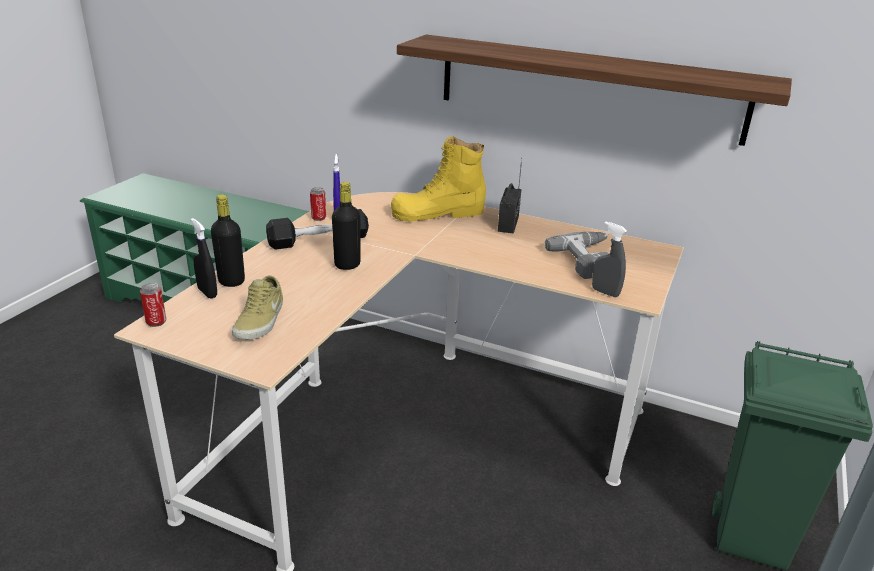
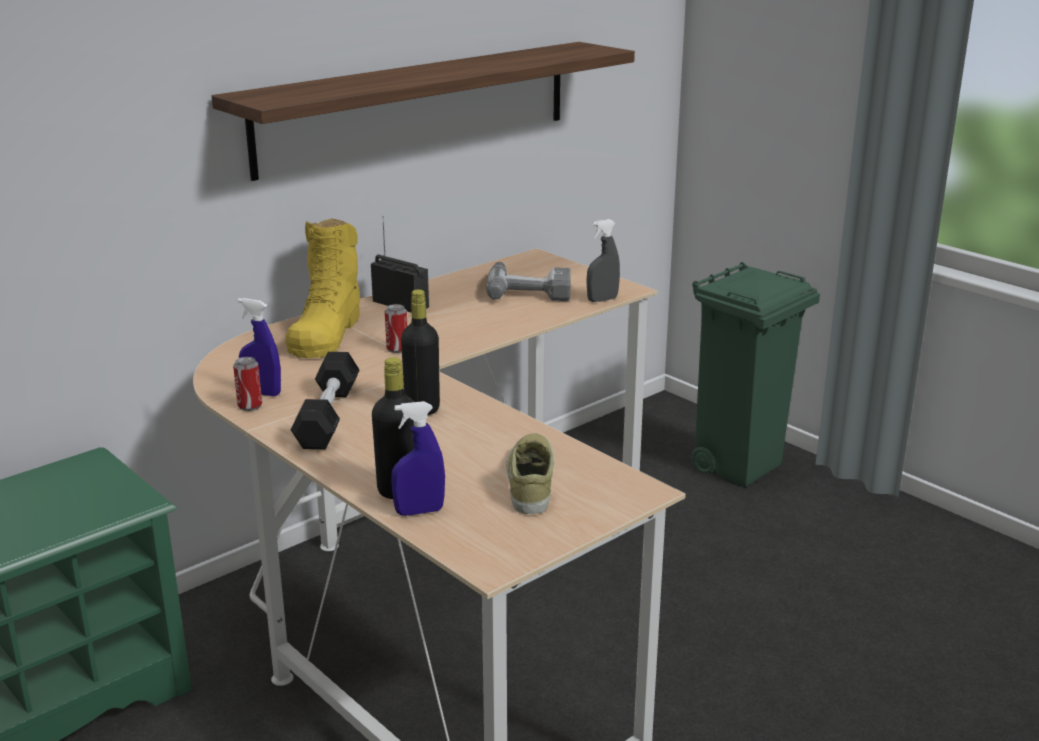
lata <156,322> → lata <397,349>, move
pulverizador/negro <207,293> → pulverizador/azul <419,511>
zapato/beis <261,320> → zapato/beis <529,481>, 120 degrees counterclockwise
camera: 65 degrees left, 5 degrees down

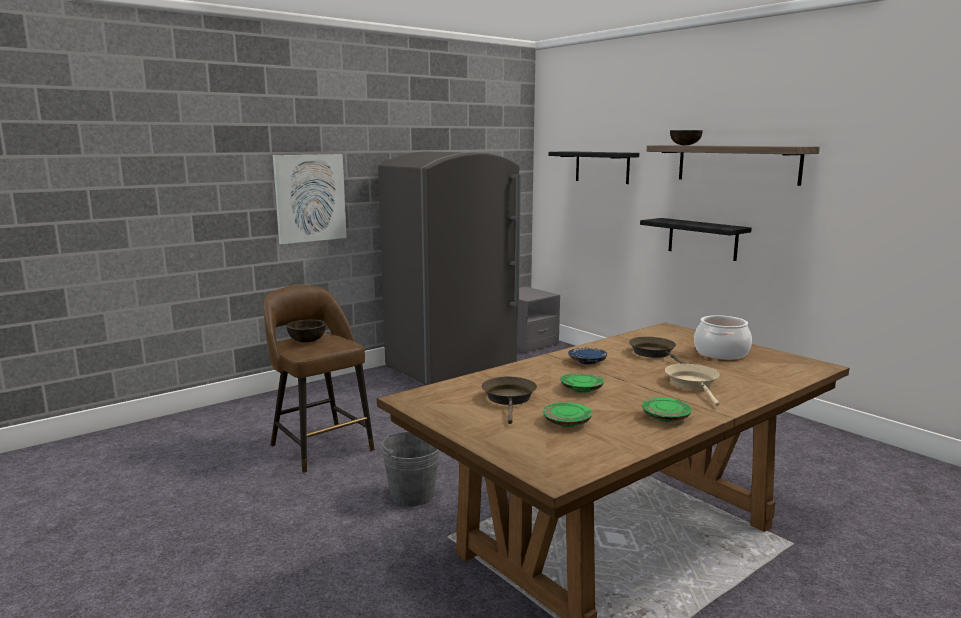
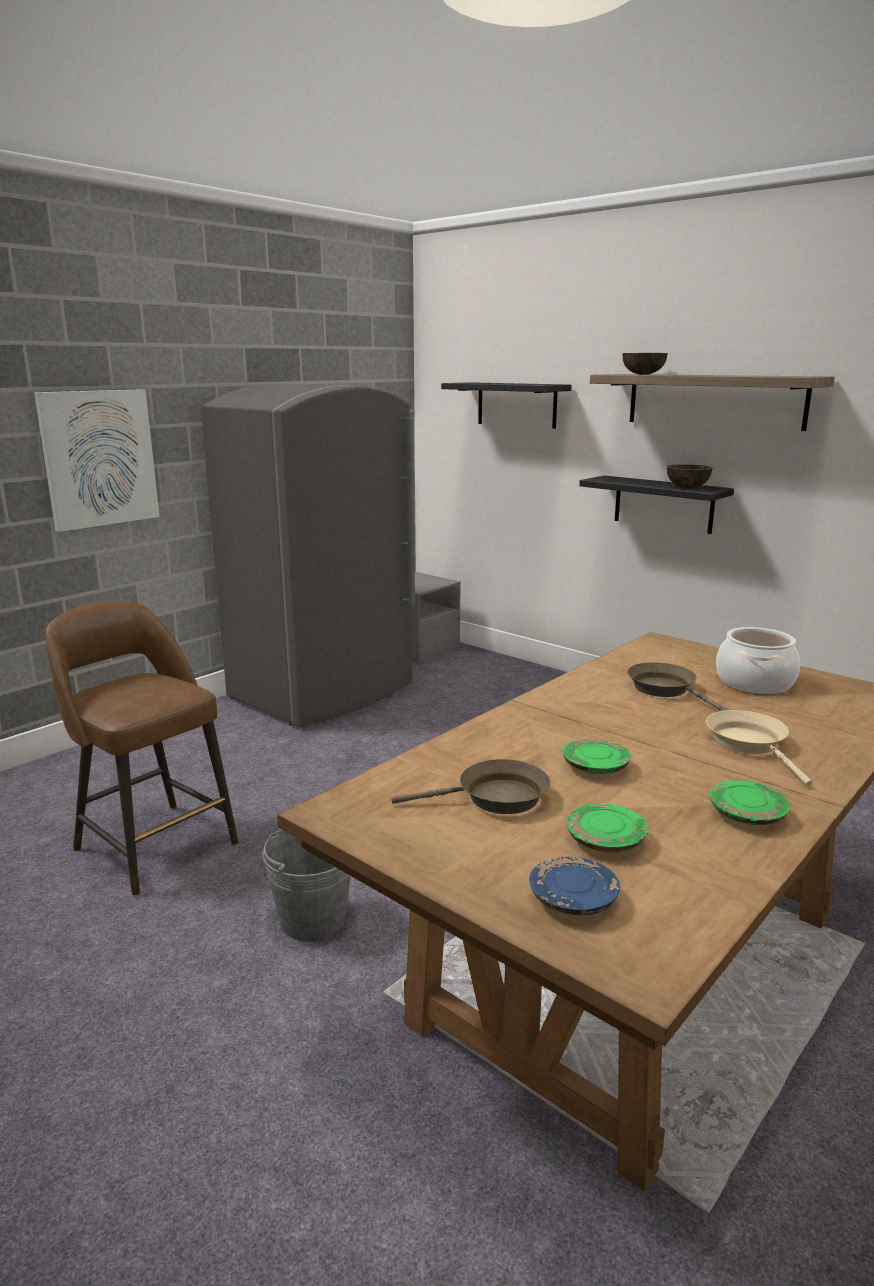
cuenco/marrón <307,341> → cuenco/marrón <687,487>, move
sartén/marrón <509,399> → sartén/marrón <495,798>, 90 degrees clockwise
plato/azul <587,361> → plato/azul <572,899>, move
camera: 10 degrees left, 5 degrees up

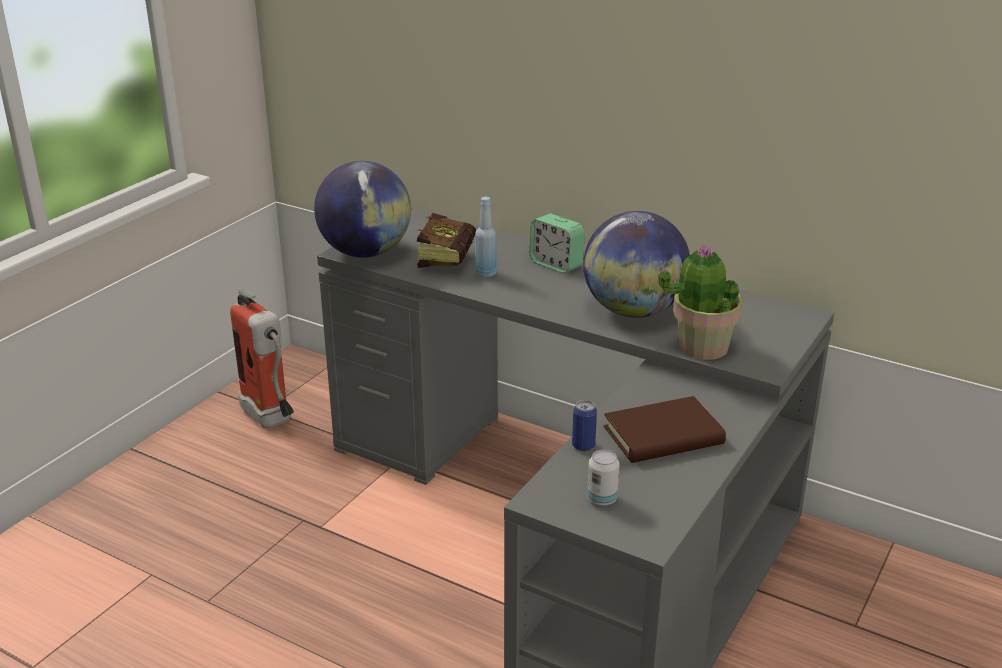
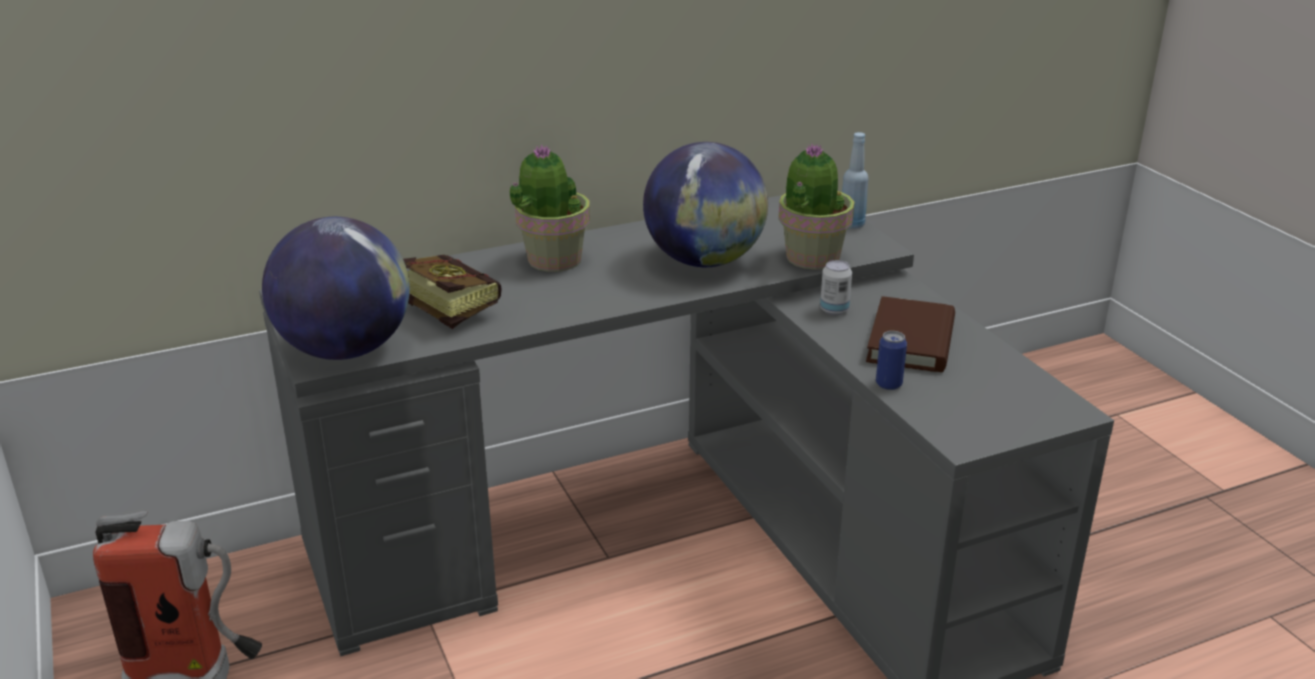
botella/azul <486,273> → botella/azul <852,225>, move
despertador <556,264> → planta en maceta <553,260>
lata <602,499> → lata <834,310>, move
camera: 55 degrees left, 0 degrees up

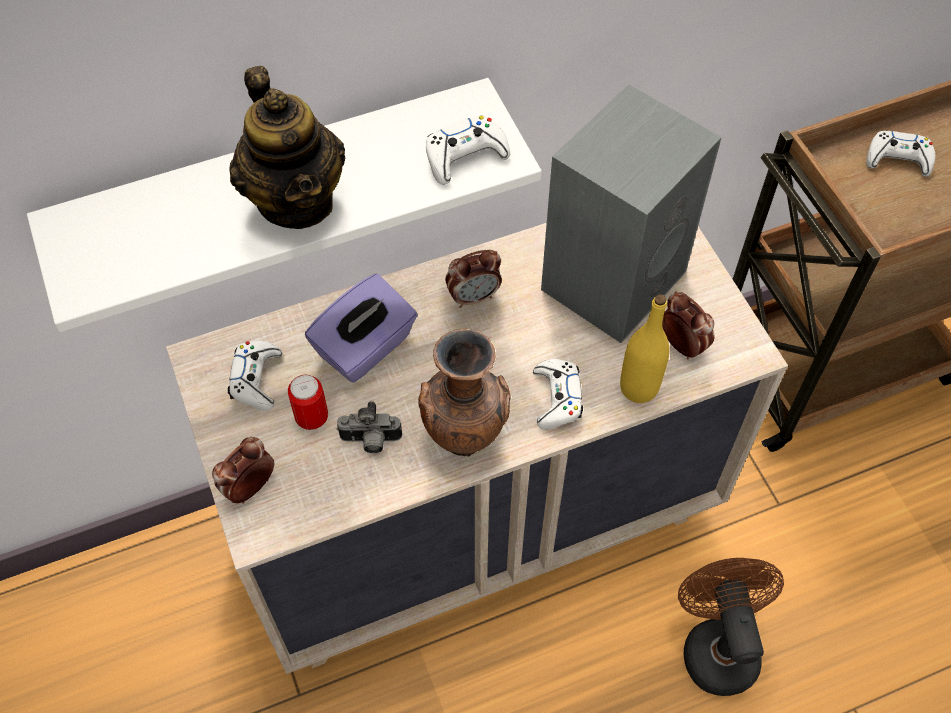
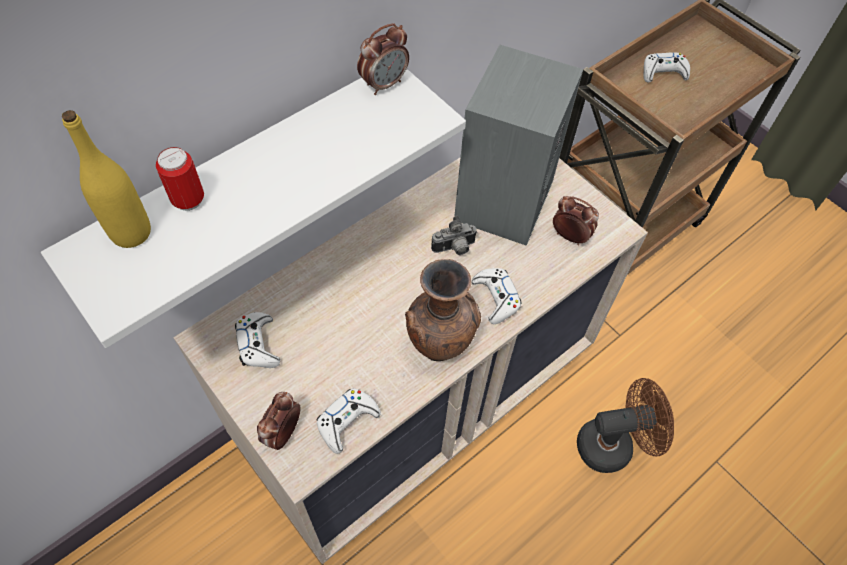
tetera <296,200> → -
lata <312,418> → lata <188,200>, move
caja de pañuelos/morado <366,347> → -
cámara <370,441> → cámara <454,249>, move
mando de consola/blanco <465,156> → mando de consola/blanco <347,422>, move
despertador <474,297> → despertador <384,84>, move
botella/amarillo <639,388> → botella/amarillo <131,232>, move
ventilador/marrón <716,645> → ventilador/marrón <613,444>, 105 degrees clockwise
camera: 20 degrees left, 0 degrees up

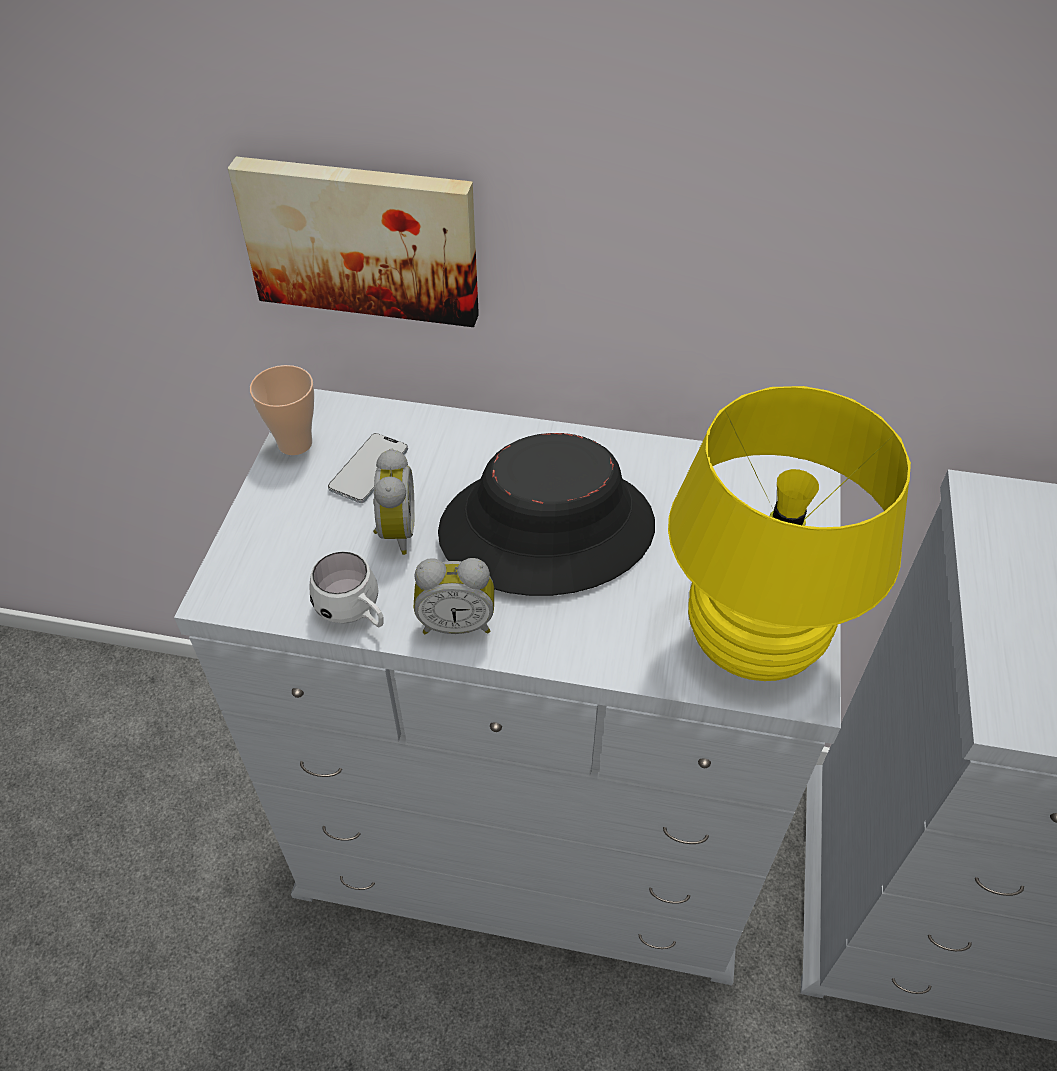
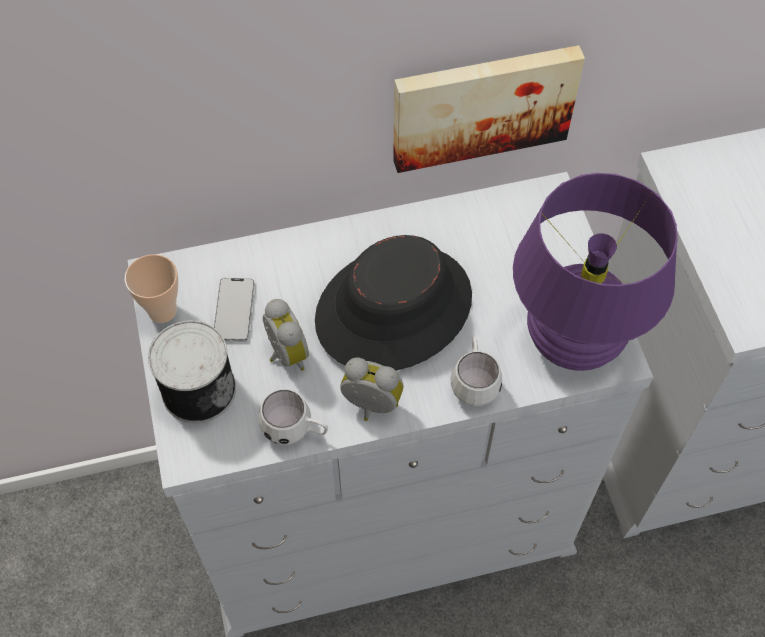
cuadro <362,238> → cuadro <482,104>, move
despertador <457,623> → despertador <370,407>, 135 degrees counterclockwise
lámpara de mesa/amarillo <751,643> → lámpara de mesa/morado <572,340>
- → lata <197,388>
- → taza grande/blanco <474,381>
camera: 25 degrees left, 10 degrees up

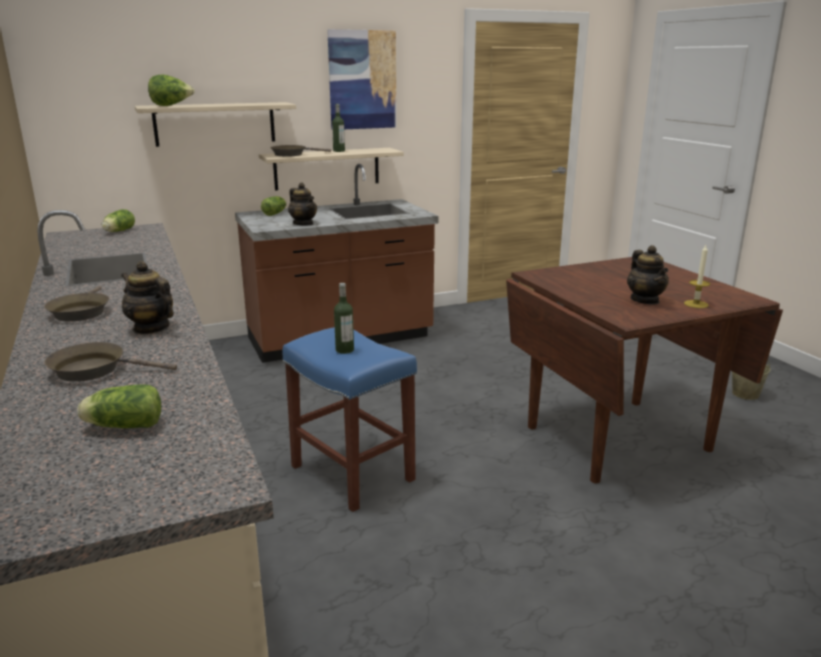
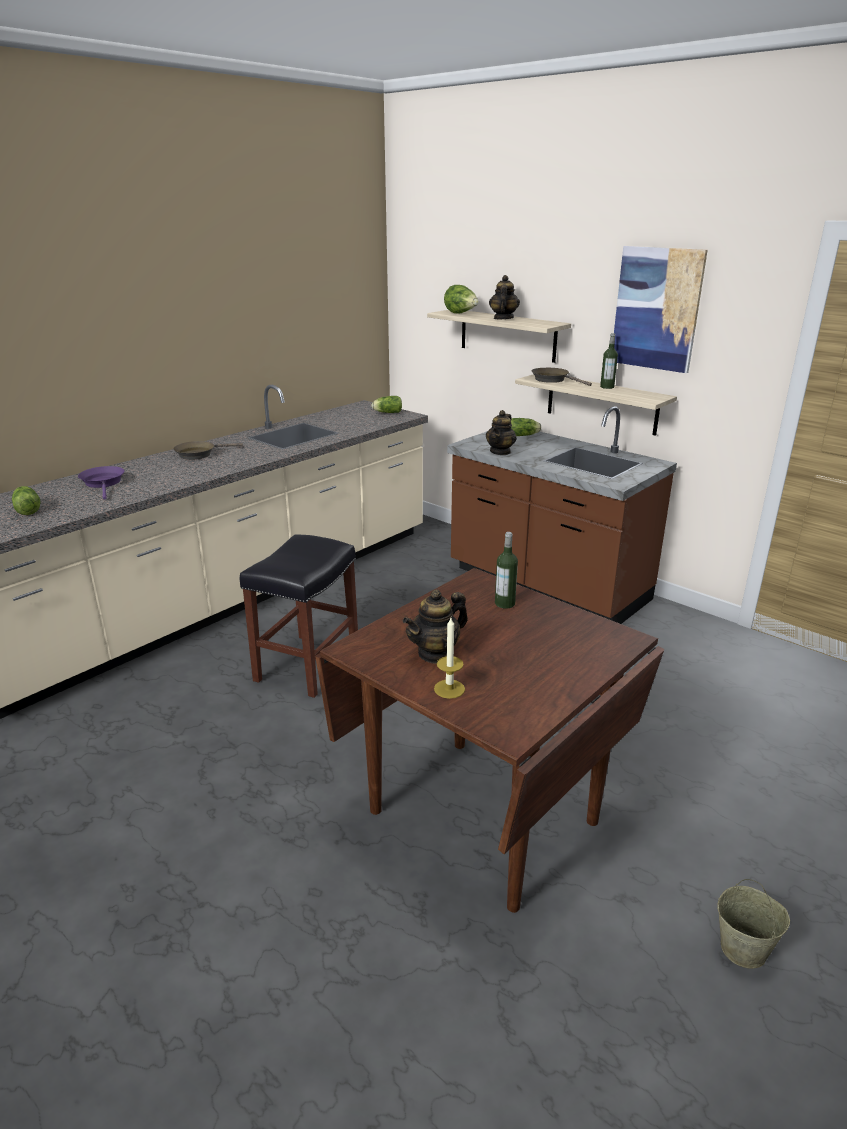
sartén/marrón <95,370> → sartén/morado <103,483>
tetera <151,328> → tetera <503,318>, move
taburete/azul <354,473> → taburete/negro <307,665>
botella <344,350> → botella <504,603>, move
camera: 65 degrees right, 5 degrees up

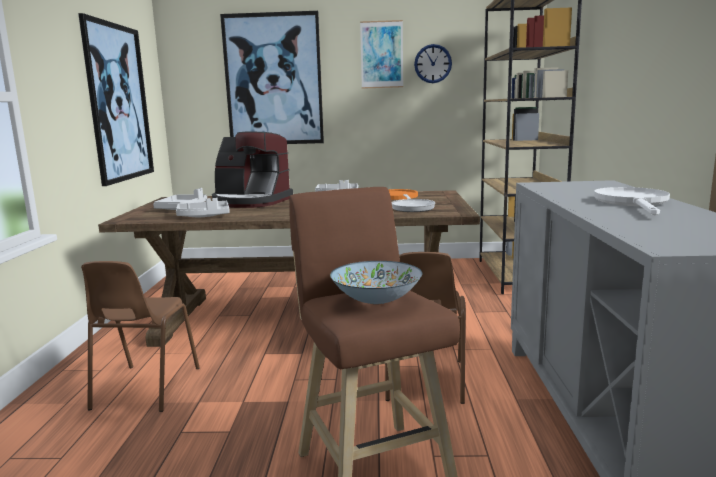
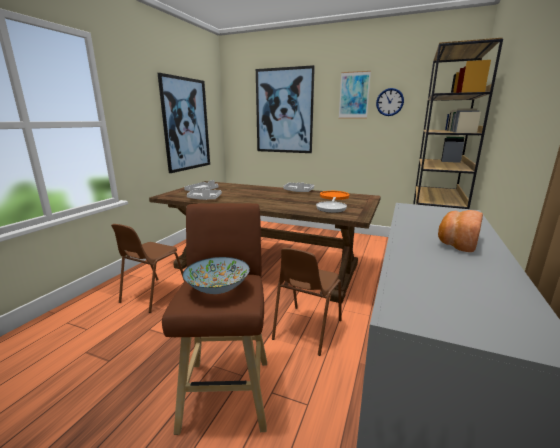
cafetera <251,201> → -
sartén/blanco <633,203> → pan <456,242>
camera: 20 degrees right, 5 degrees up

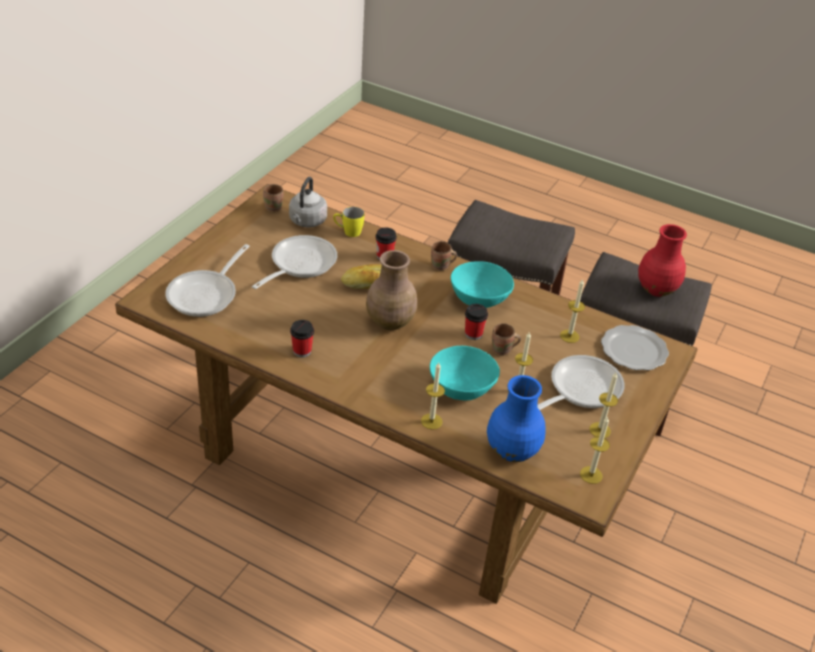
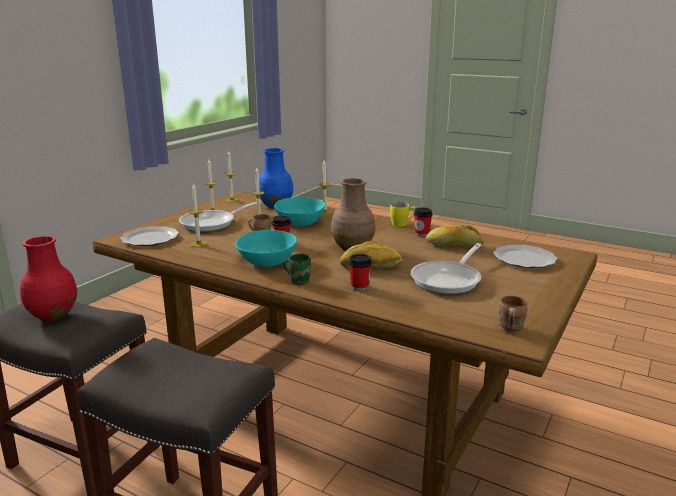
sartén <206,294> → plato <523,259>
hervidor/gris <307,222> → -
taza grande/amarillo <348,232> → taza grande/amarillo <402,224>, move
taza grande/marrón <441,267> → taza grande/verde <299,281>
- → pan <454,245>
camera: 175 degrees left, 20 degrees down

